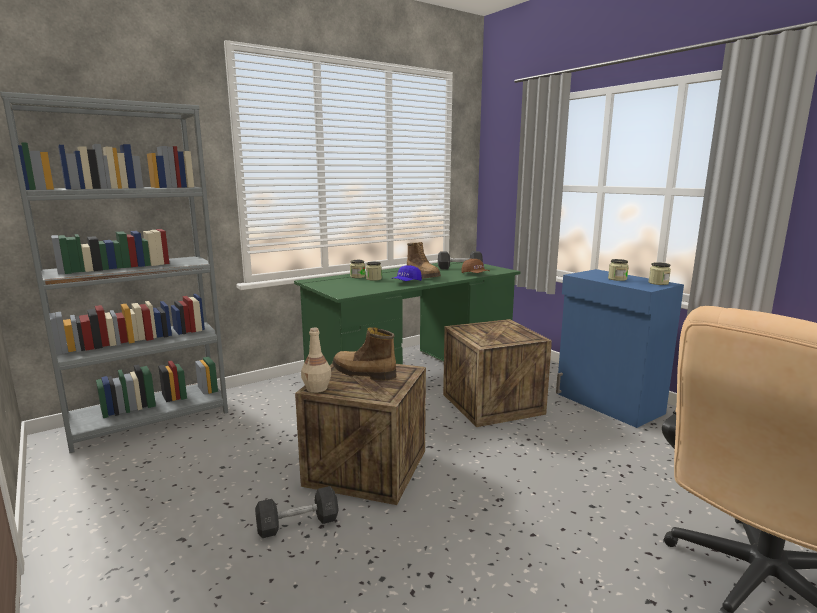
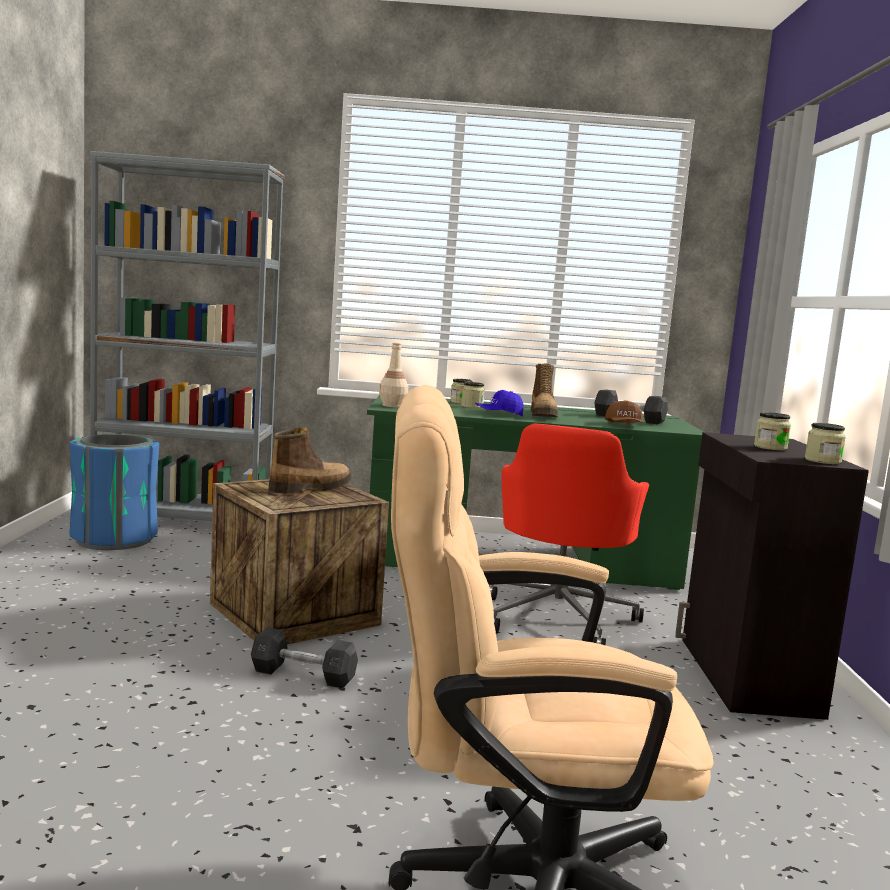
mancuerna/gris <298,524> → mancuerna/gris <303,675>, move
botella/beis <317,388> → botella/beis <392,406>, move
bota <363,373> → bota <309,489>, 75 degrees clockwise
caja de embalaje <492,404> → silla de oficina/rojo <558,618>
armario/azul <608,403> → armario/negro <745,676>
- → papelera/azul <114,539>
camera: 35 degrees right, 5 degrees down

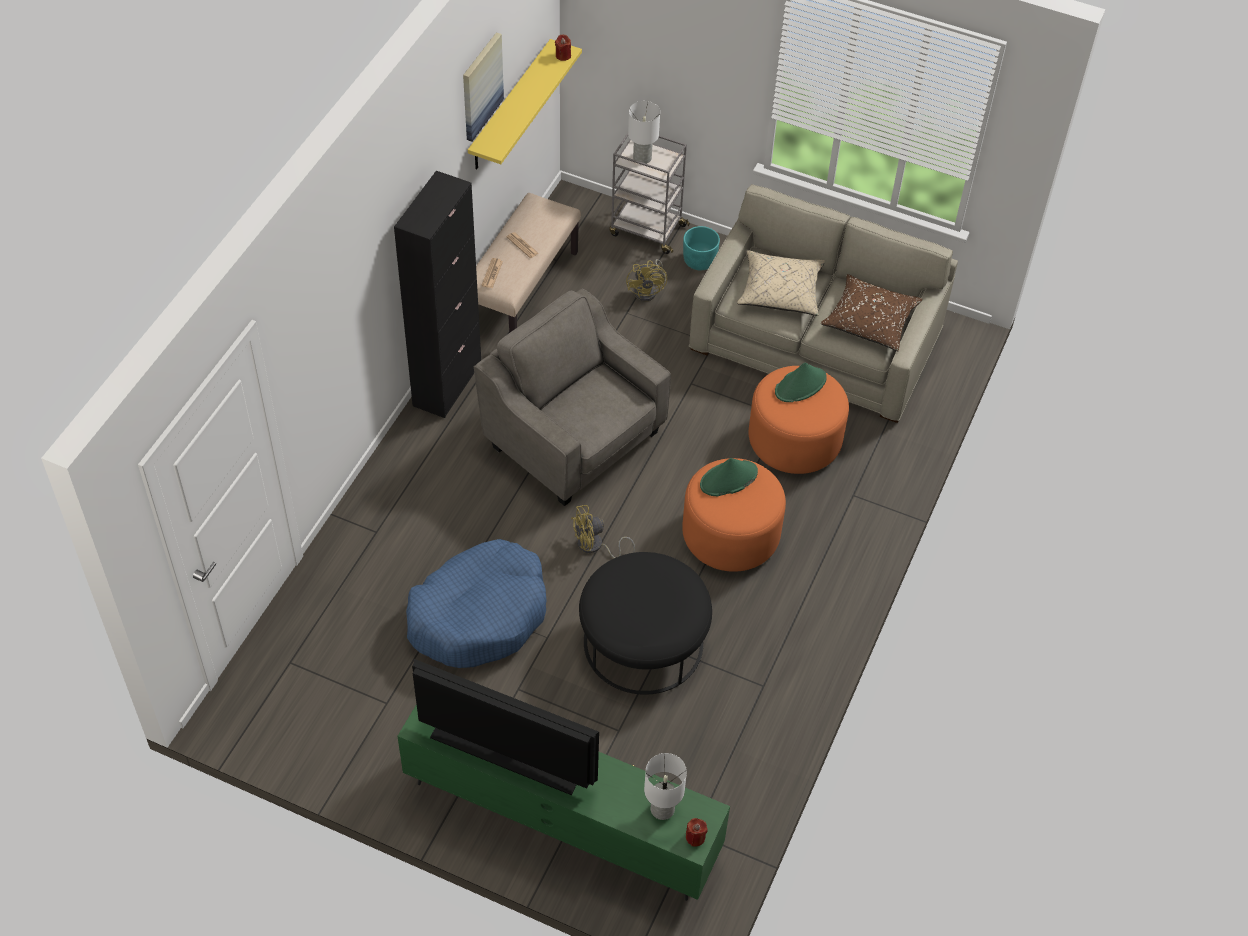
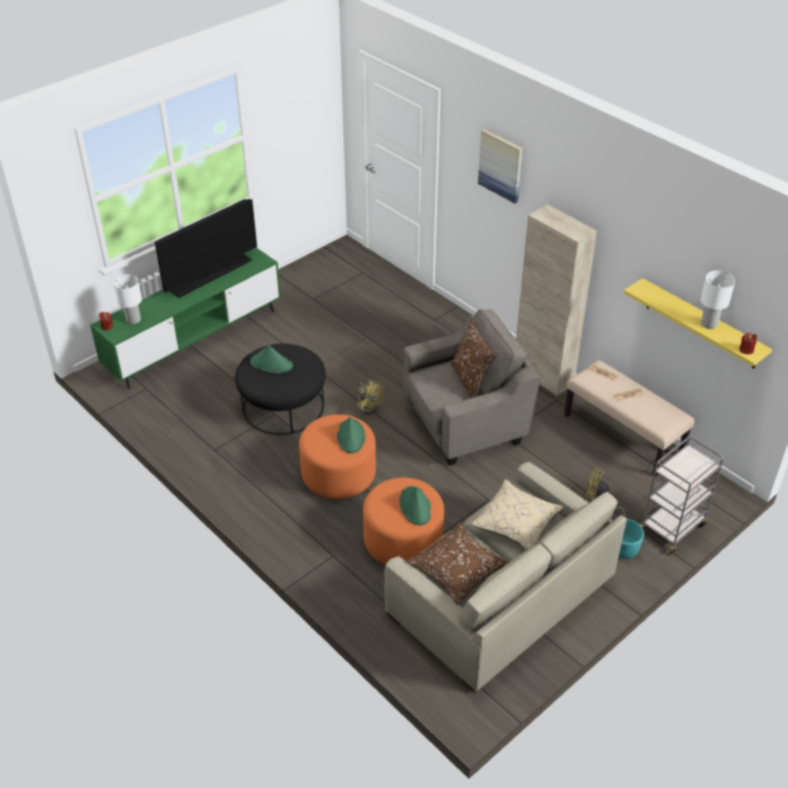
armario/negro <447,384> → armario/beis <543,376>
cama para perro/azul <479,614> → -
cuadro <481,86> → cuadro <501,165>, move
ventilador/amarillo <594,546> → ventilador/amarillo <369,406>, 135 degrees clockwise
lámpara de mesa/blanco <642,157> → lámpara de mesa/blanco <709,324>, move
- → sombrero/verde <271,364>
- → cojín/marrón <471,381>
camera: 115 degrees right, 10 degrees down

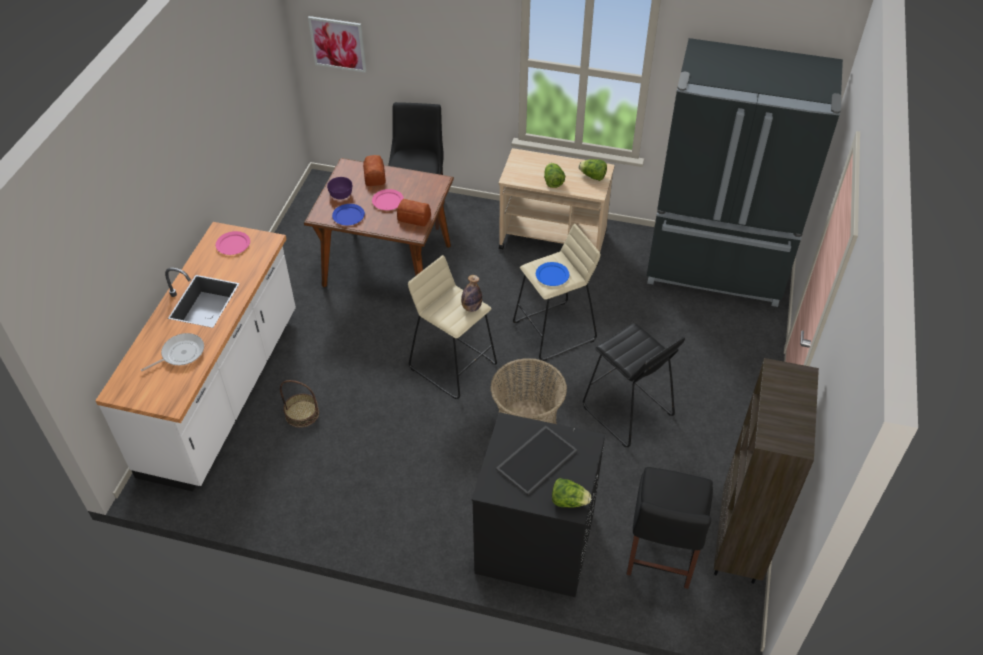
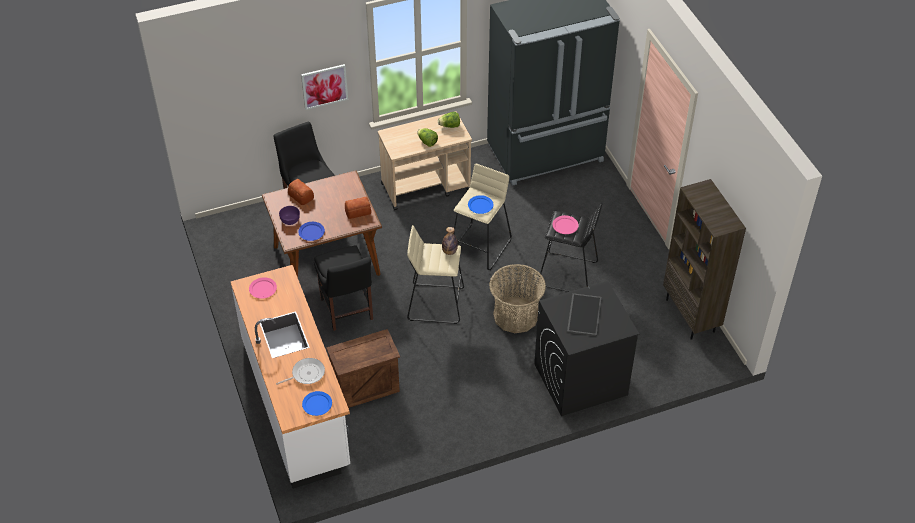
sartén <180,353> → sartén <306,374>, 45 degrees clockwise
cesta <302,414> → caja de embalaje <365,387>
cuadro <338,44> → cuadro <324,86>, move
plato/rosa <387,201> → plato/rosa <565,226>, move
lechuga <569,501> → -
silla/negro <660,557> → silla/negro <347,311>, move
- → plato/azul <317,404>
camera: 35 degrees left, 0 degrees up

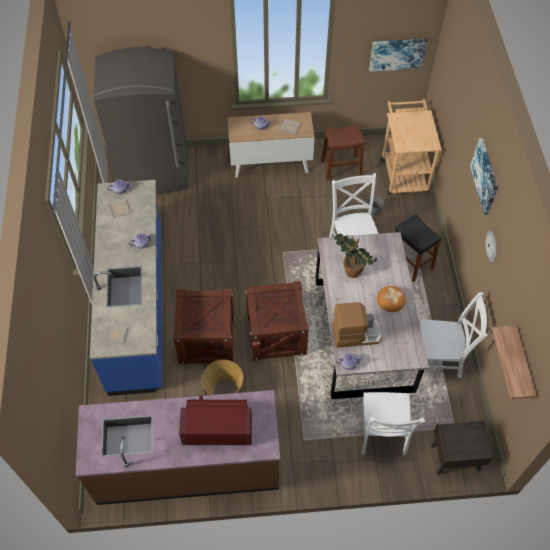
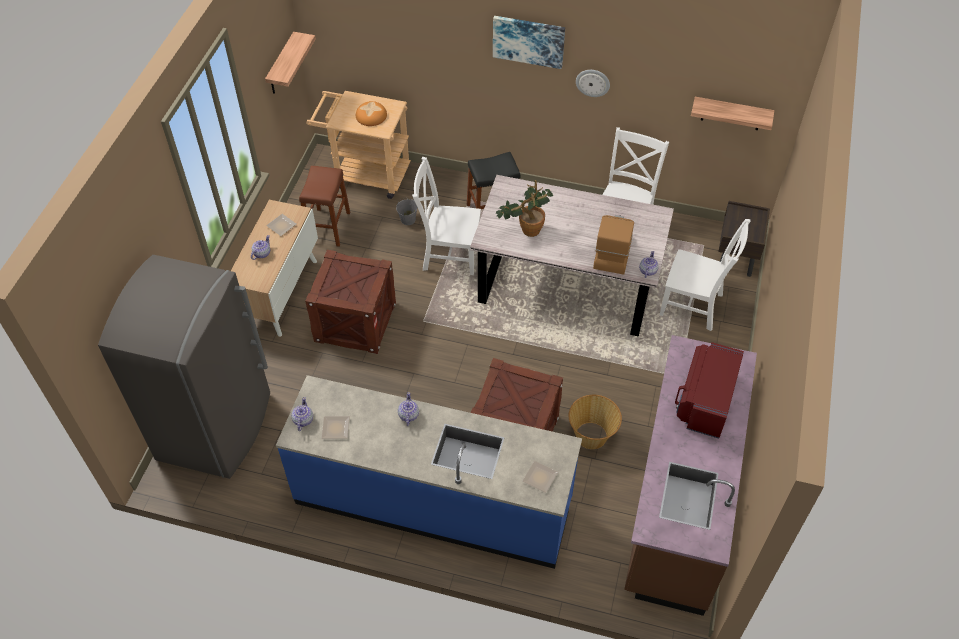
caja de embalaje <276,334> → caja de embalaje <355,322>, move
cuadro <397,53> → estante <281,65>
pan <390,300> → pan <371,116>, move
camera: 70 degrees left, 5 degrees down

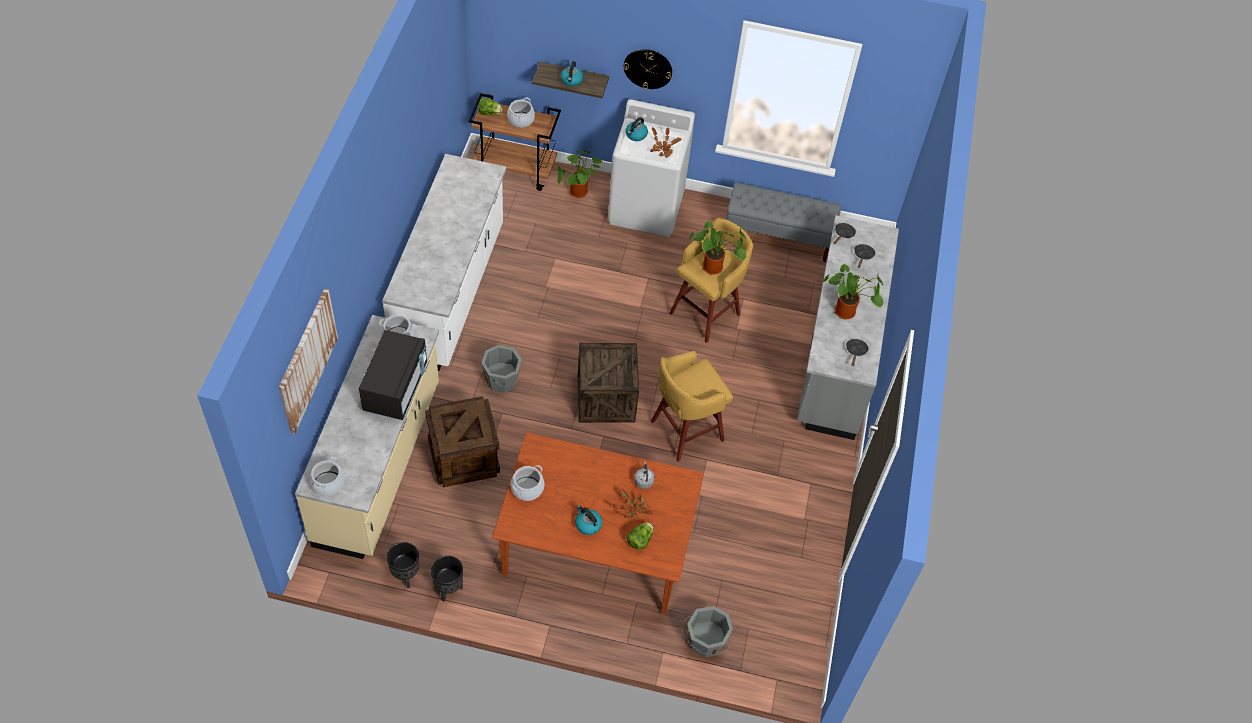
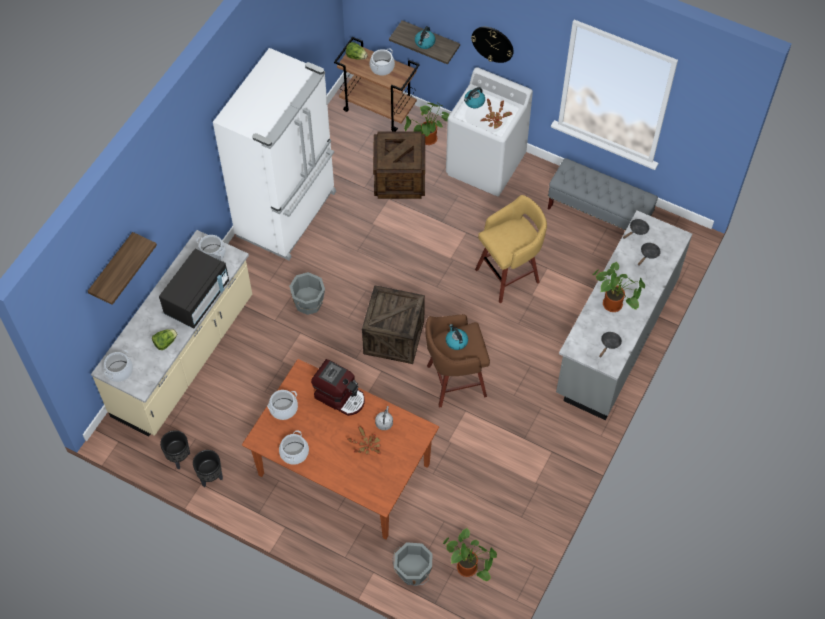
cuadro <307,360> → estante <112,268>
mueble bajo de cocina/blanco <451,292> → nevera/blanco <288,214>
caja de embalaje <464,456> → caja de embalaje <399,178>, move
hervidor <587,524> → hervidor <456,341>, move
lechuga <640,540> → lechuga <165,342>, move
taburete/amarillo <684,431> → taburete/marrón <454,381>
planta en maceta <715,267> → planta en maceta <469,568>, move
- → olla <294,453>
- → cafetera <340,396>
camera: 20 degrees right, 5 degrees up

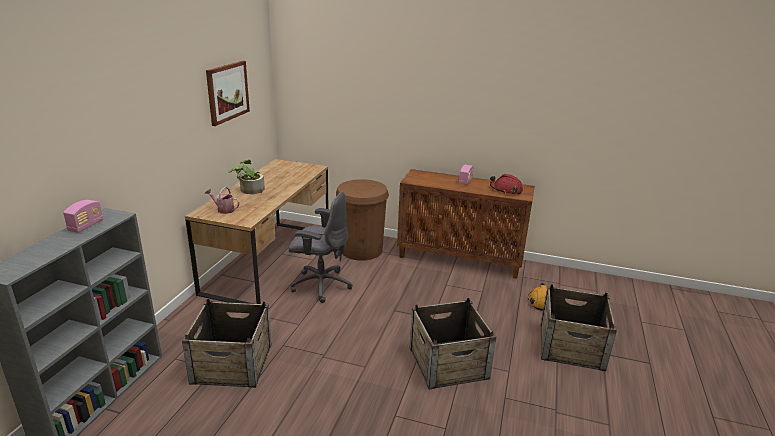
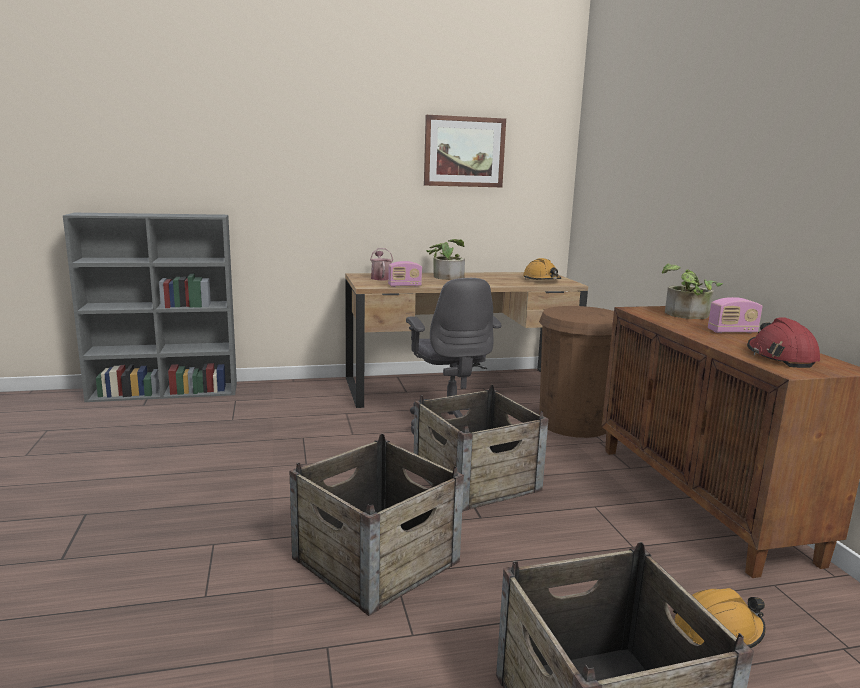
radio <86,226> → radio <404,286>, move
caja de embalaje <232,363> → caja de embalaje <476,479>, move
- → casco/naranja <541,280>
- → planta en maceta <685,315>
camera: 60 degrees right, 10 degrees down

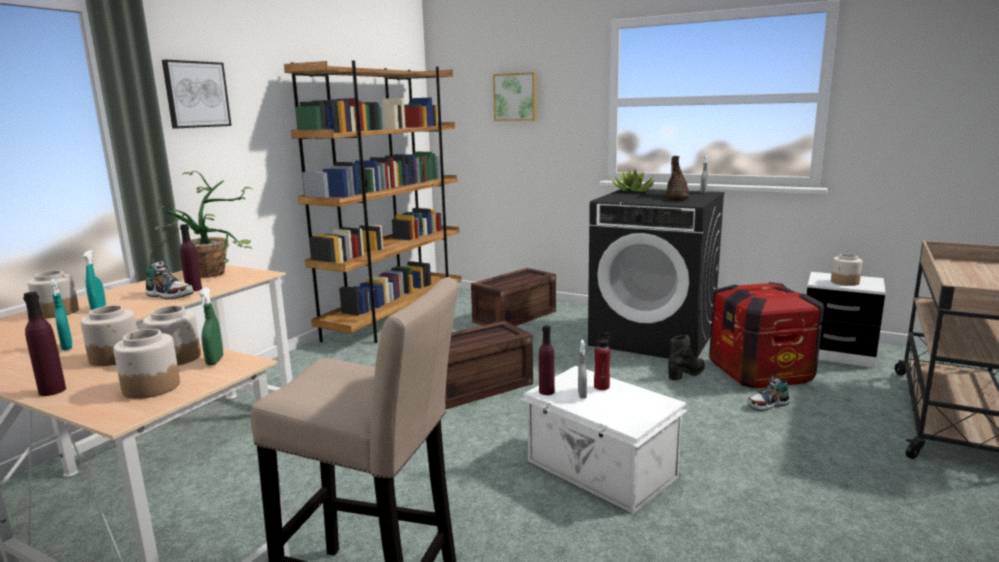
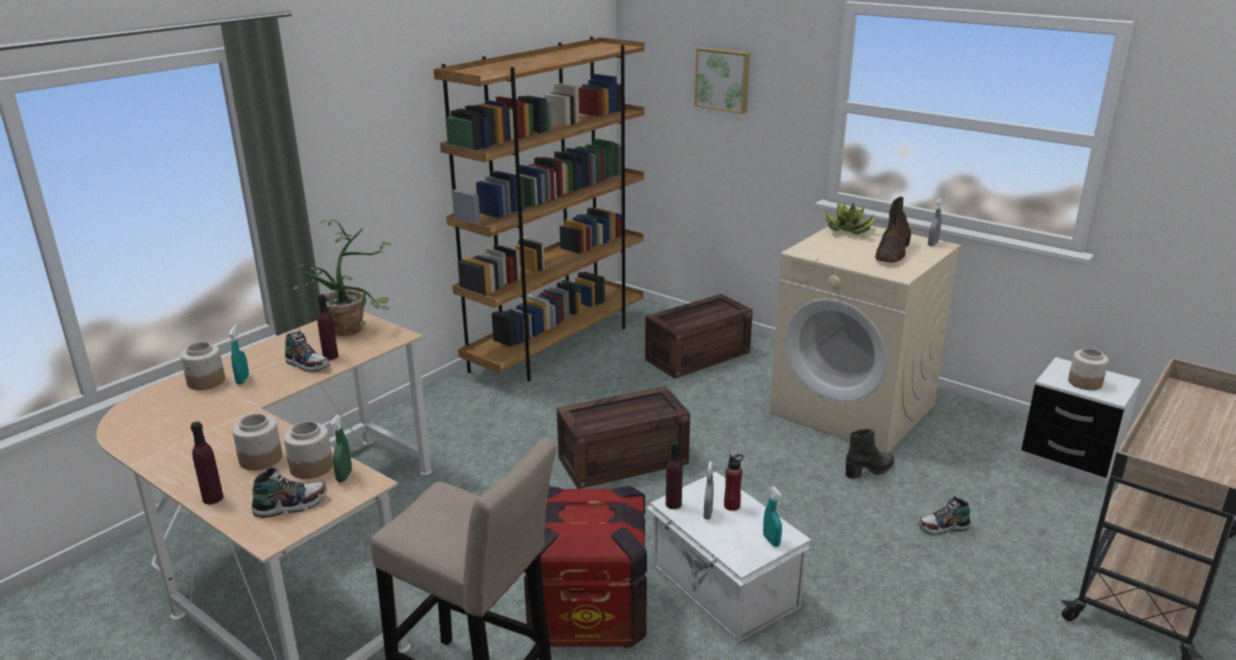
pulverizador/turquesa <67,347> → pulverizador/turquesa <771,541>, move
tarro <151,387> → zapato <291,505>
cuadro <196,94> → -
lavadora/negro <654,337> → lavadora/beis <854,409>
caja de embalaje <760,372> → caja de embalaje <588,612>, move
camera: 10 degrees right, 10 degrees up

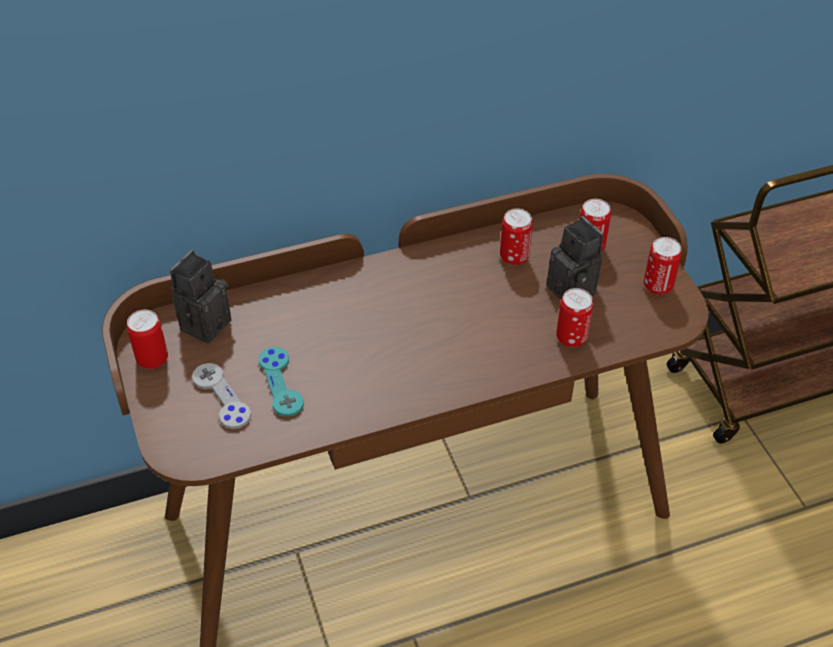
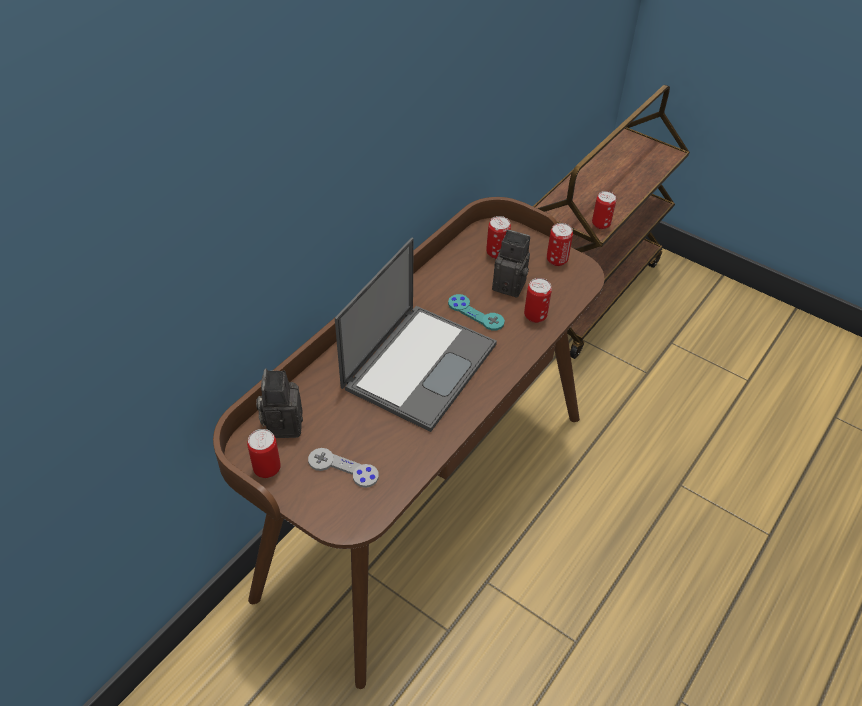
mando de consola/turquesa <281,382> → mando de consola/turquesa <475,313>, move
lata <514,257> → lata <601,224>, move
- → portátil <420,364>
camera: 35 degrees left, 0 degrees up

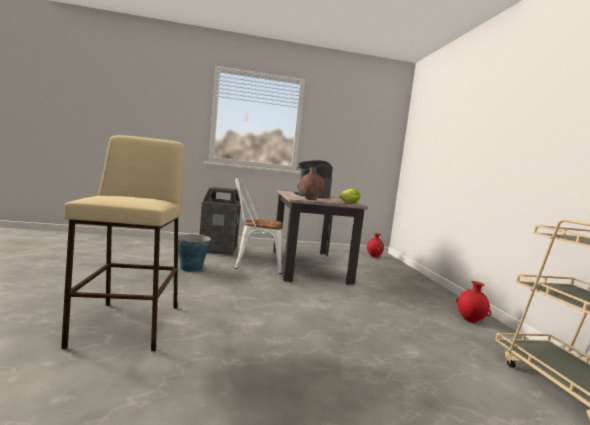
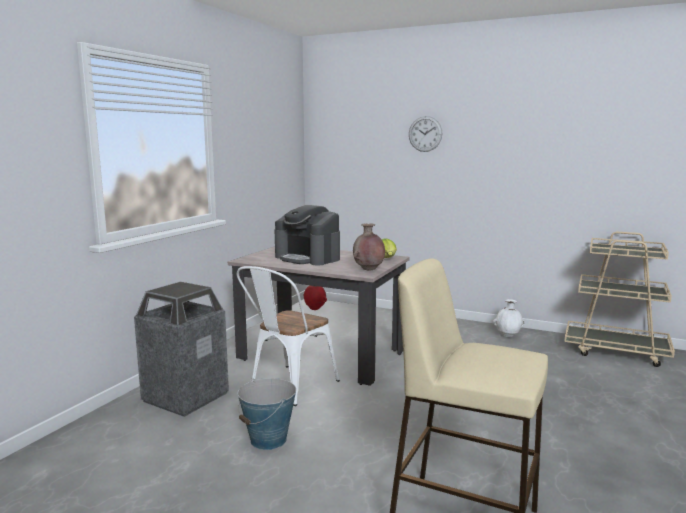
florero/rojo <470,320> → florero/blanco <508,336>
- → reloj de pared <425,134>
camera: 55 degrees left, 5 degrees up

